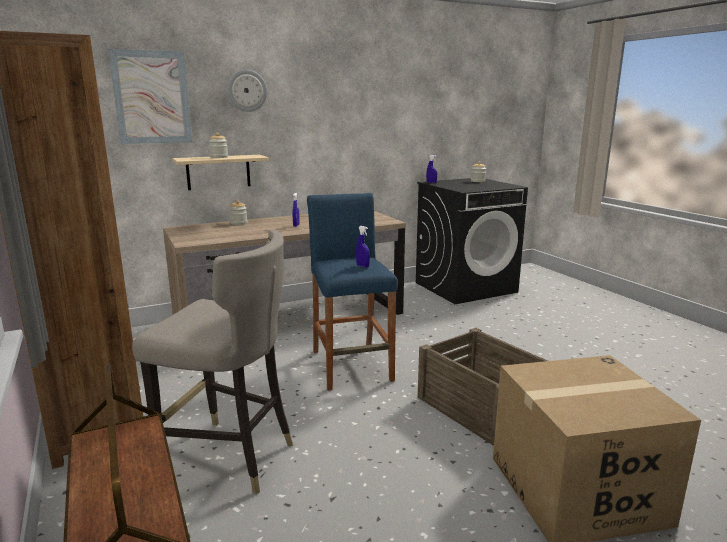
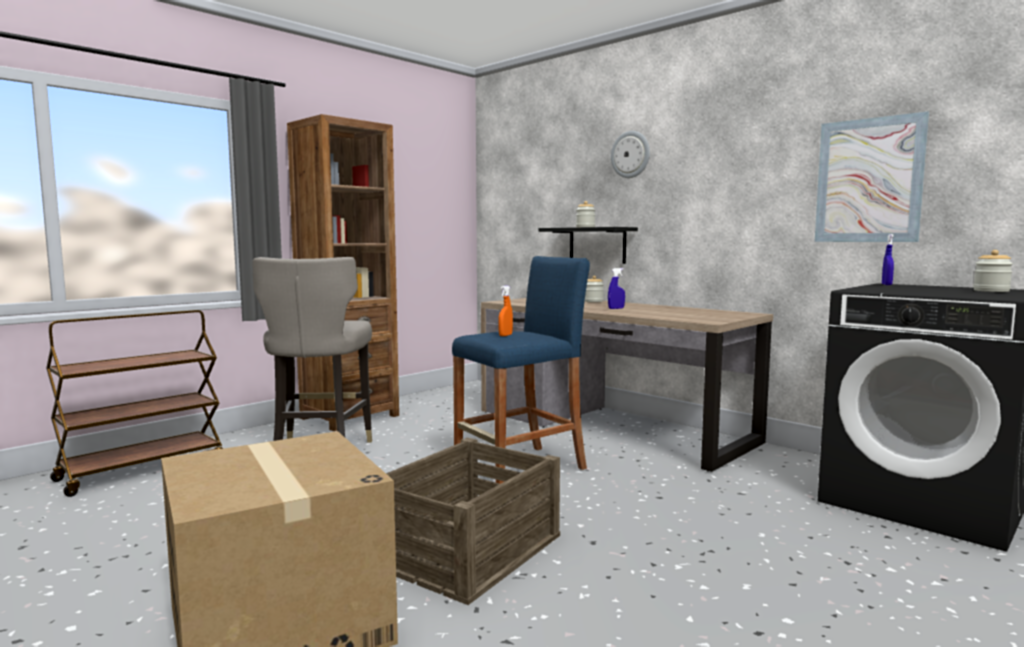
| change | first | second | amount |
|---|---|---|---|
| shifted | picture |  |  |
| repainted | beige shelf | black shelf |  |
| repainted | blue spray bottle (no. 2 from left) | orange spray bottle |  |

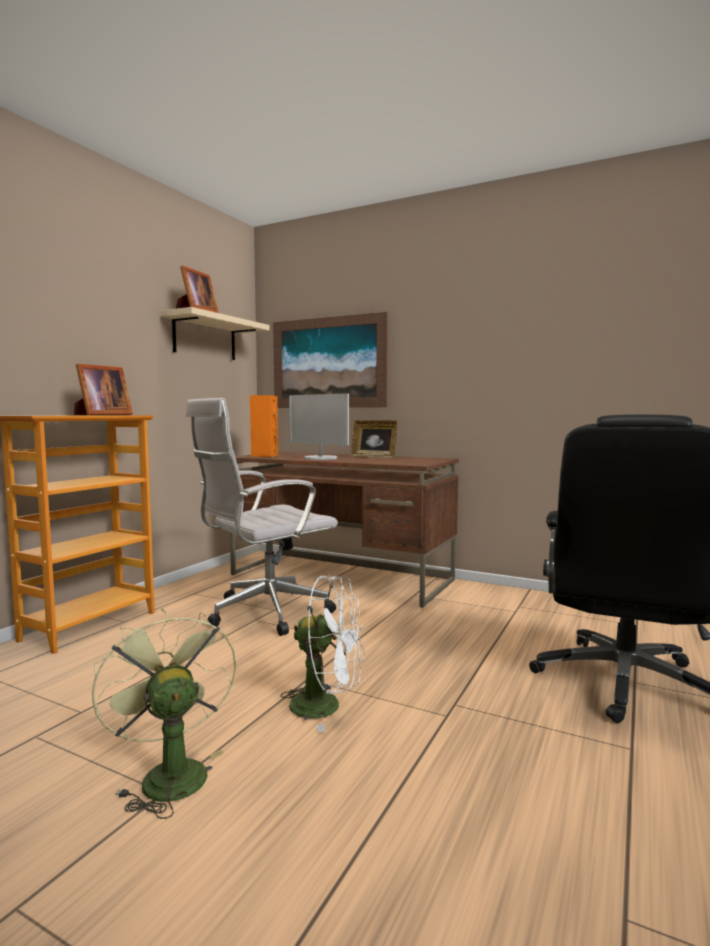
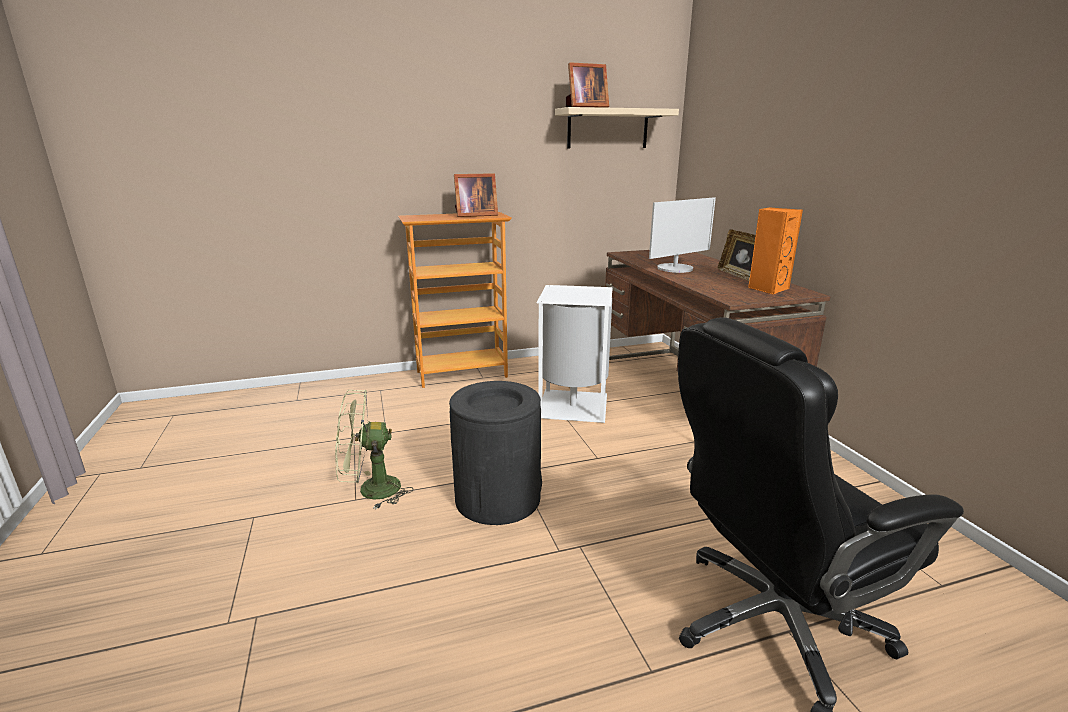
| change | first | second | amount |
|---|---|---|---|
| rotated | green fan |  | 120 degrees counterclockwise |
| swapped | white office chair | white trash can |  |
| shifted | orange speaker |  |  |
| gone | picture |  |  |
| swapped | white fan | black trash can |  |
| rotated | monitor |  | 120 degrees counterclockwise |

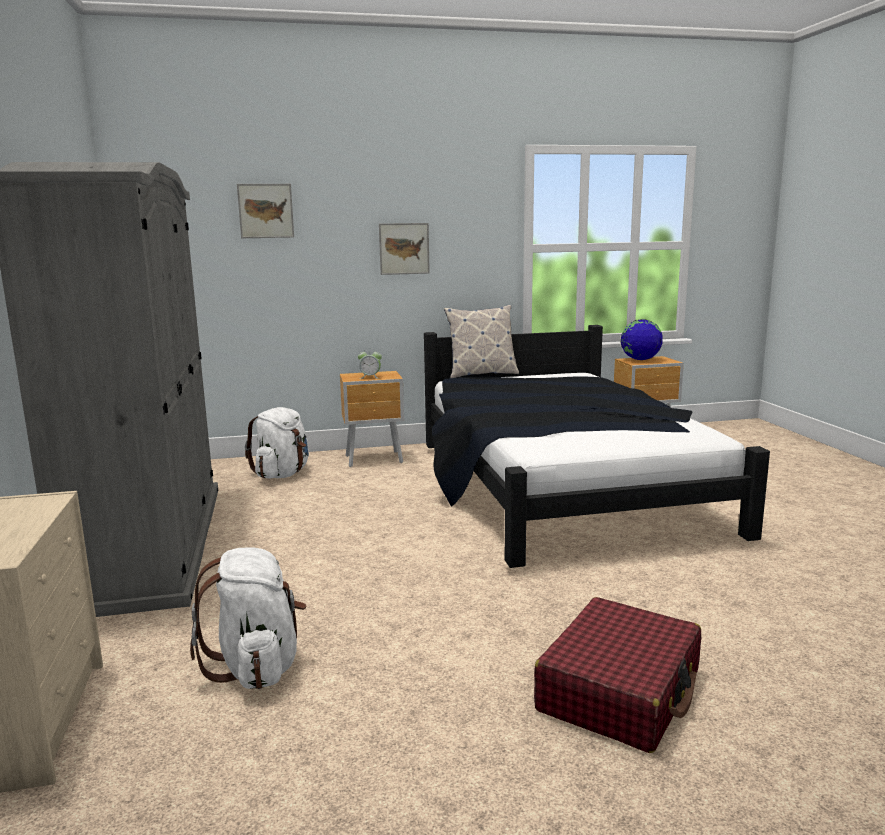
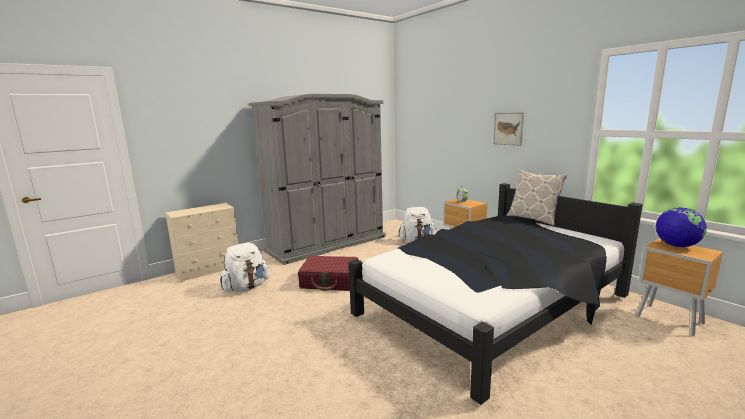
| change | first | second | amount |
|---|---|---|---|
| gone | picture (no. 1 from left) |  |  |
| shifted | red suitcase |  |  |

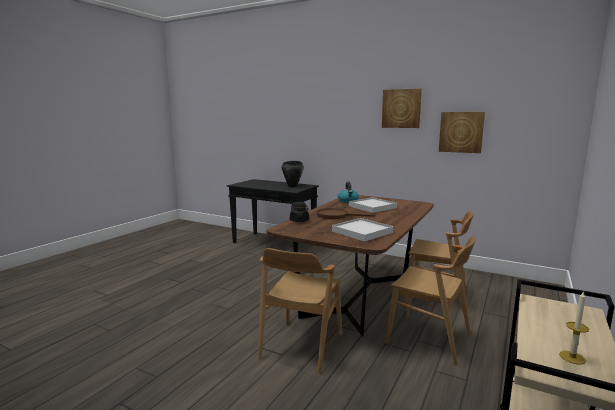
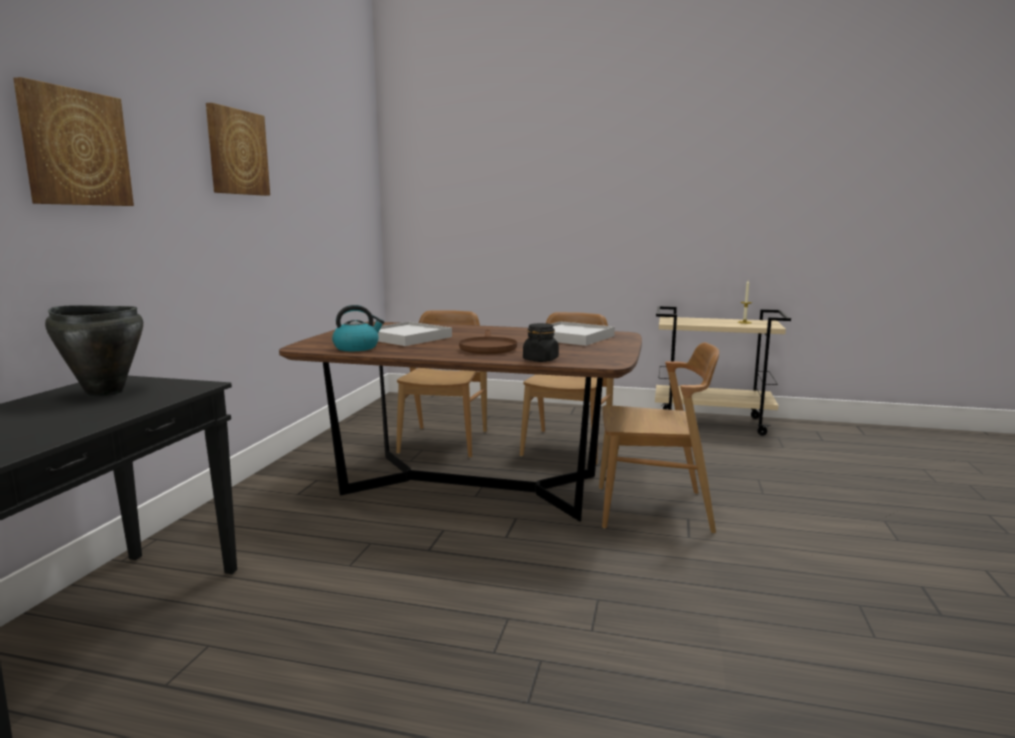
| change | first | second | amount |
|---|---|---|---|
| shifted | picture (no. 2 from left in the first image) | picture (no. 1 from left) |  |

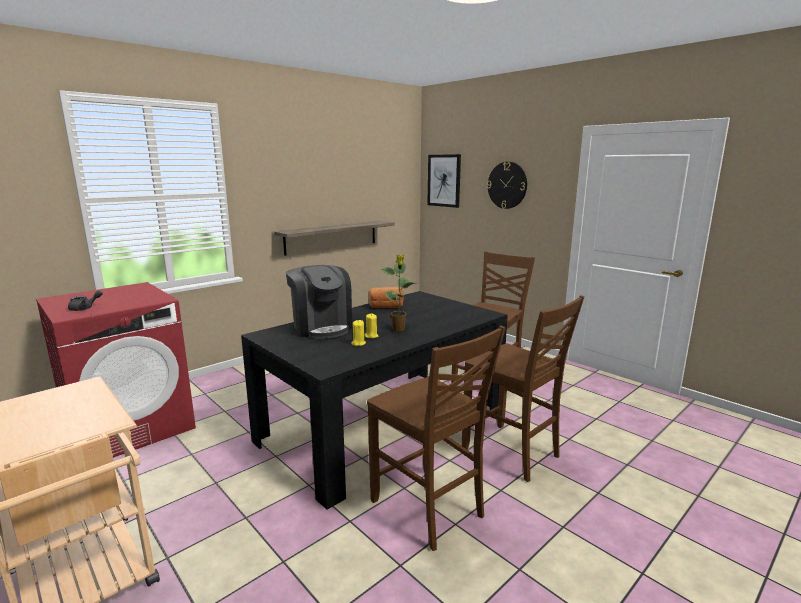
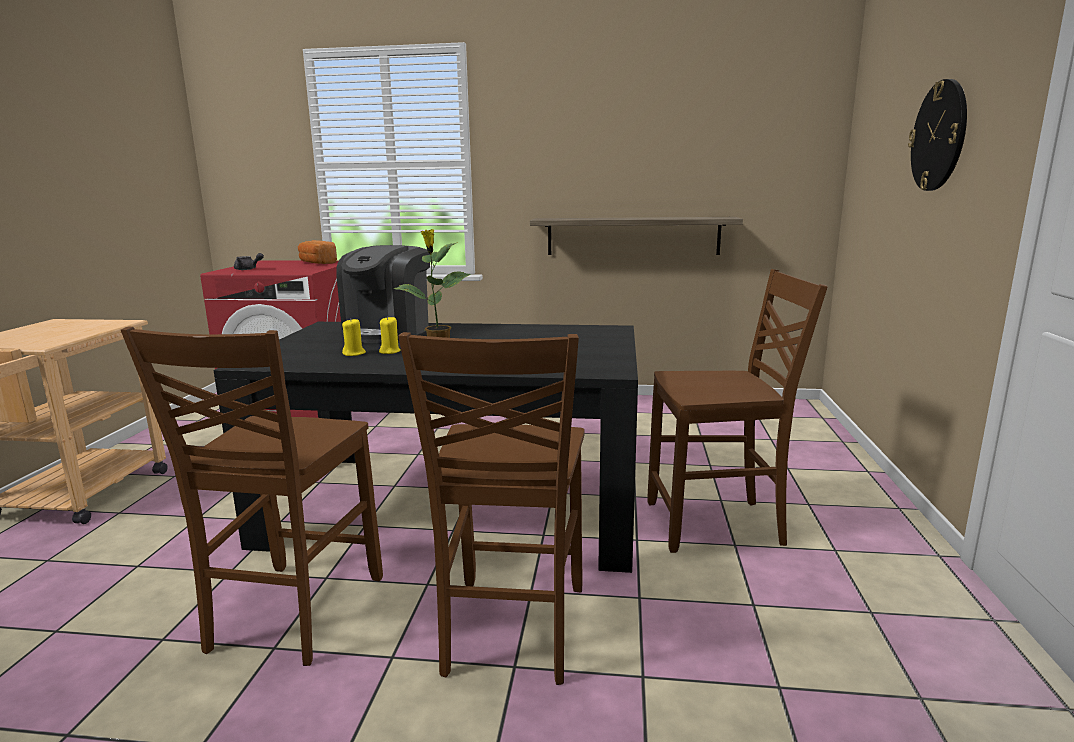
| change | first | second | amount |
|---|---|---|---|
| shifted | bread |  |  |
| gone | picture |  |  |

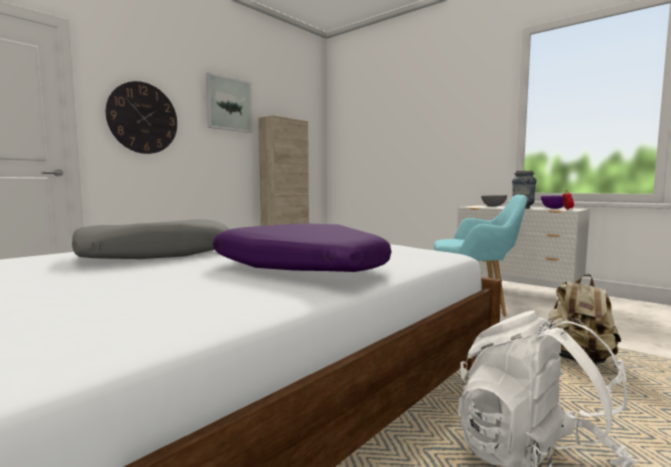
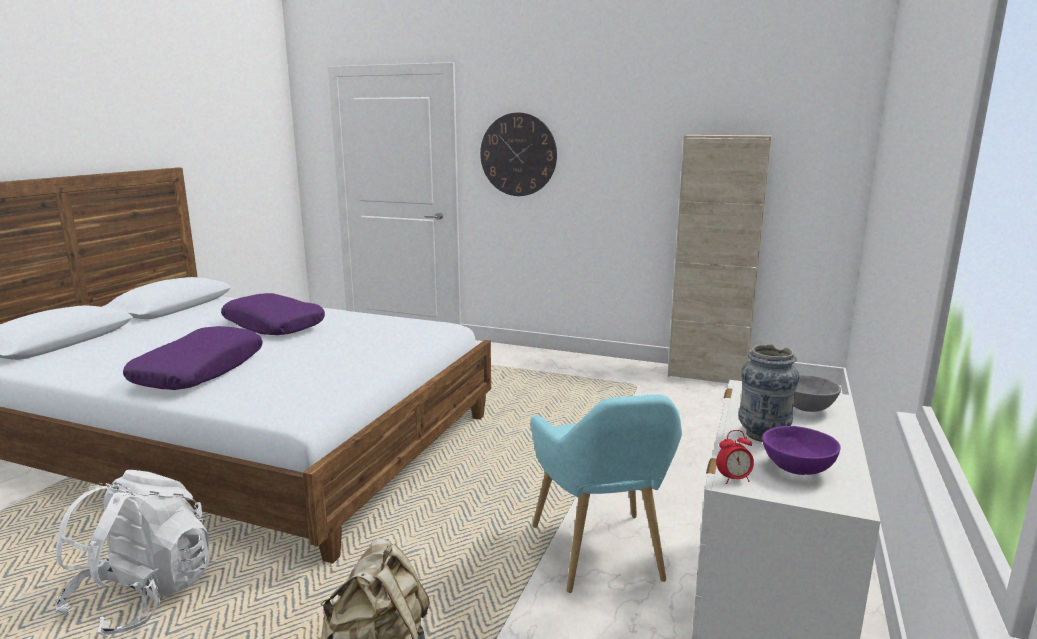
| change | first | second | amount |
|---|---|---|---|
| repainted | grey pillow | purple pillow (no. 2 from left) |  |
| gone | picture |  |  |

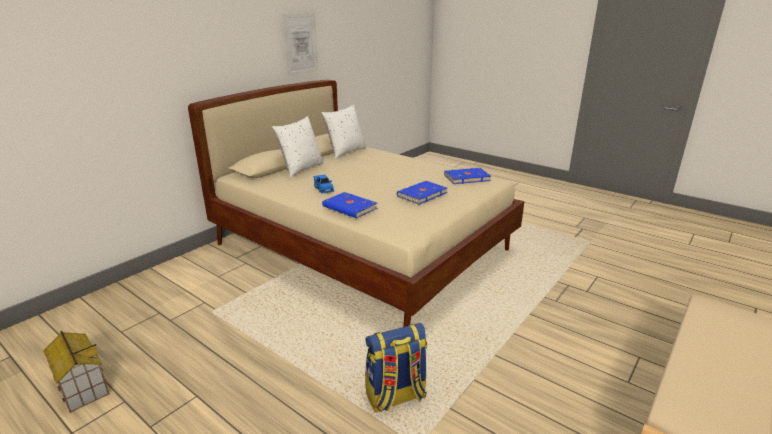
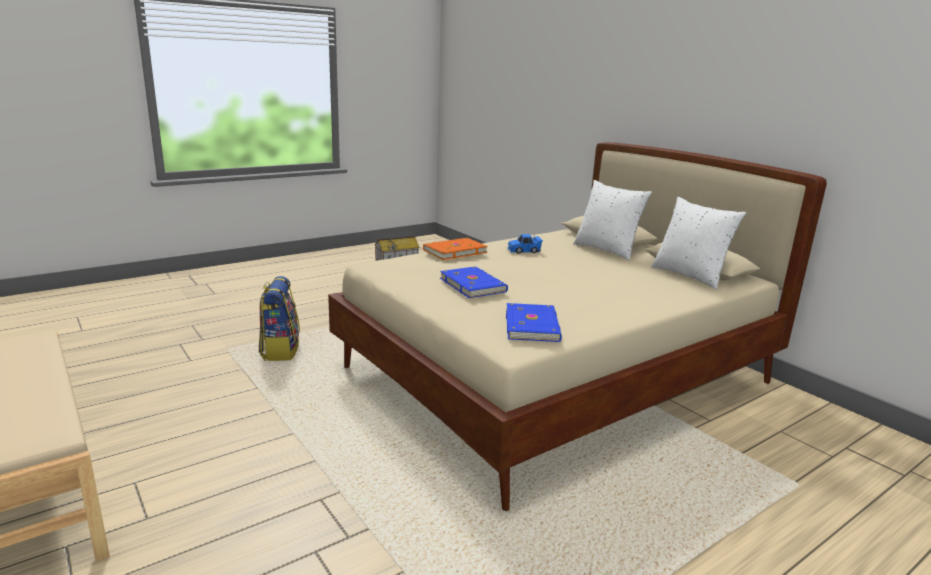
| change | first | second | amount |
|---|---|---|---|
| gone | picture |  |  |
| repainted | blue book (no. 1 from left) | orange book |  |

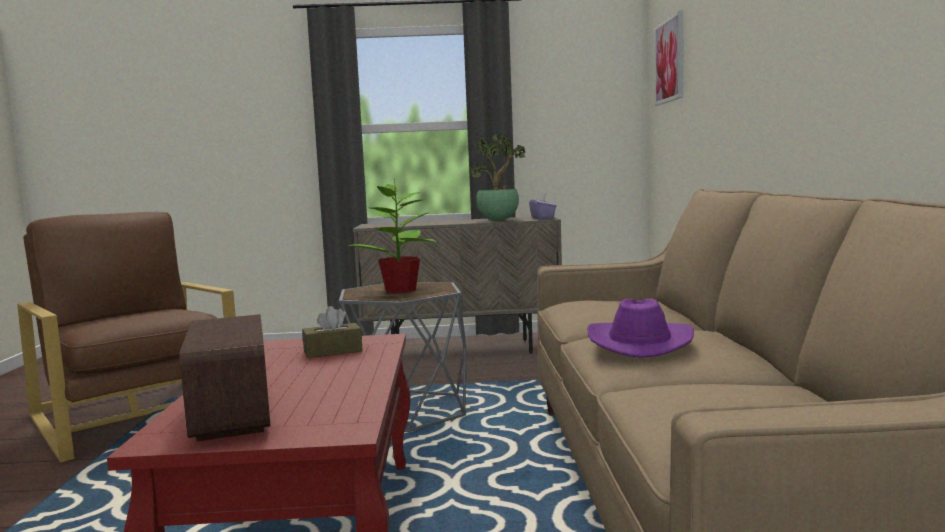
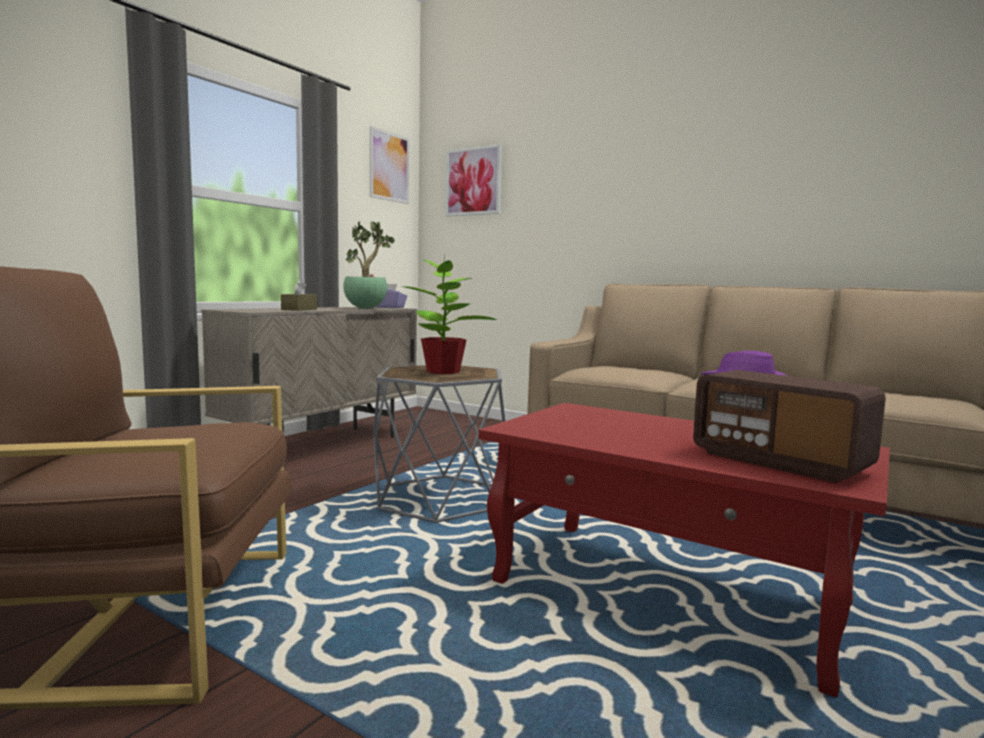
| change | first | second | amount |
|---|---|---|---|
| rotated | radio |  | 150 degrees counterclockwise |
| shifted | brown tissue box |  |  |
| new |  | picture (no. 1 from left) |  |

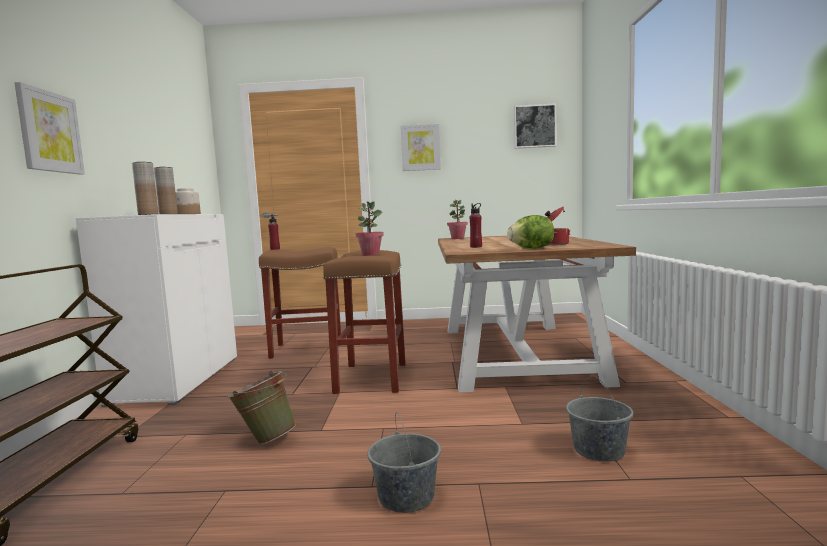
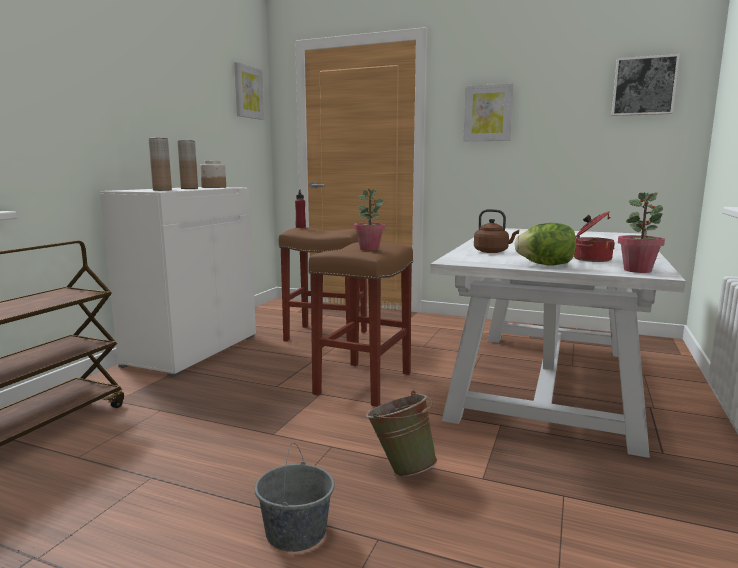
| change | first | second | amount |
|---|---|---|---|
| shifted | picture (no. 1 from left) |  |  |
| shifted | green bucket |  |  |
| repainted | brown dining table | white dining table |  |
| shifted | potted plant (no. 2 from left) |  |  |
| swapped | red bottle (no. 2 from left) | brown kettle |  |
| gone | grey bucket (no. 2 from left) |  |  |

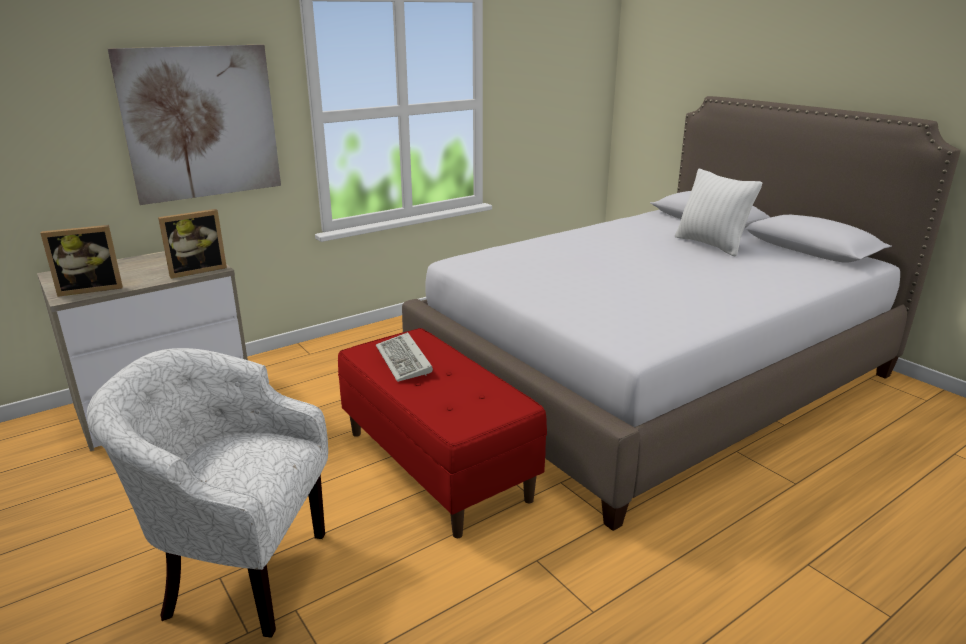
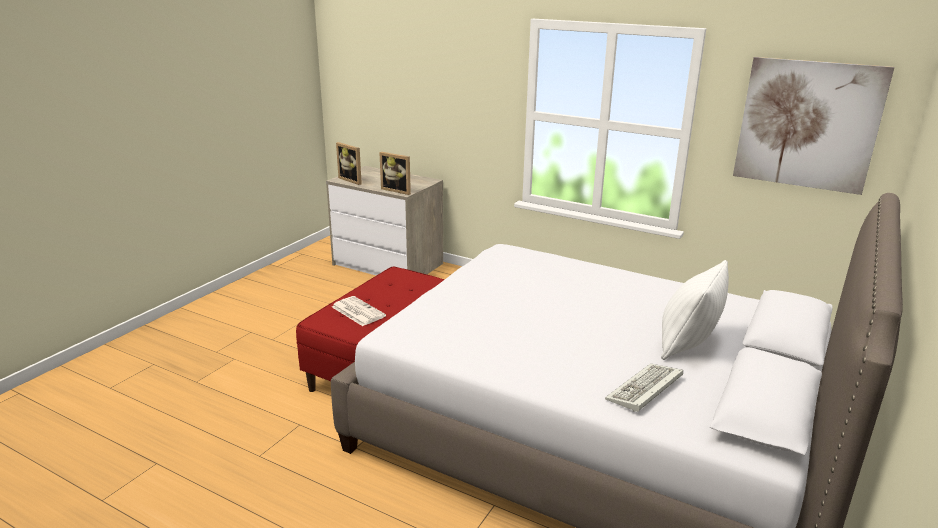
| change | first | second | amount |
|---|---|---|---|
| gone | white armchair |  |  |
| shifted | picture |  |  |
| shifted | keyboard |  |  |
| new |  | newspaper |  |

